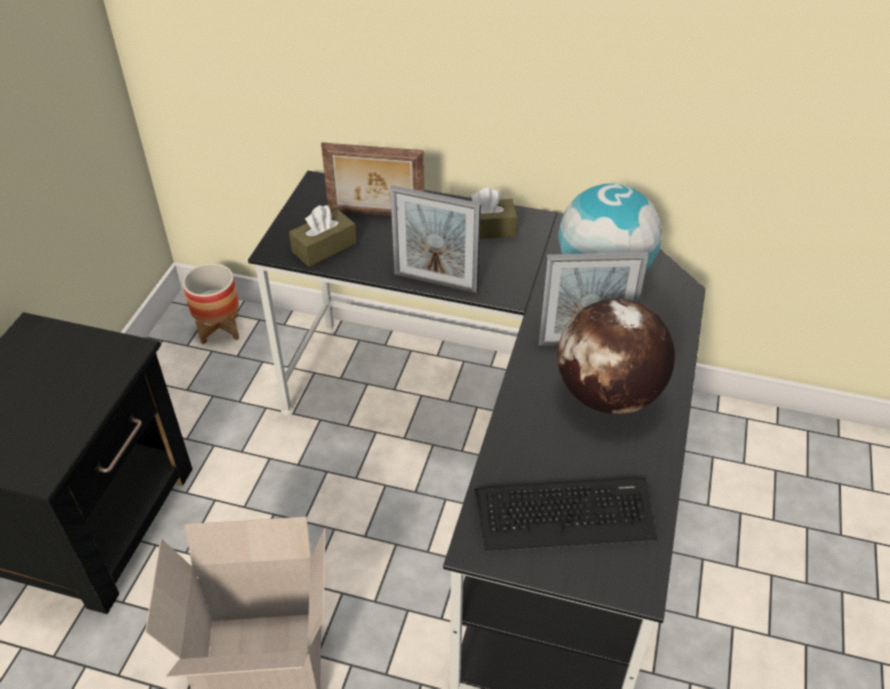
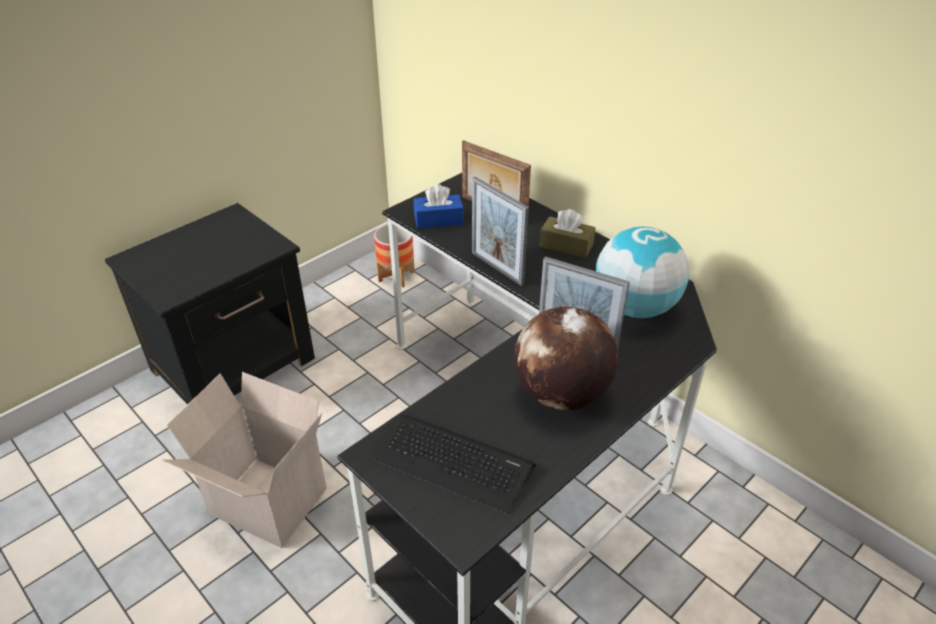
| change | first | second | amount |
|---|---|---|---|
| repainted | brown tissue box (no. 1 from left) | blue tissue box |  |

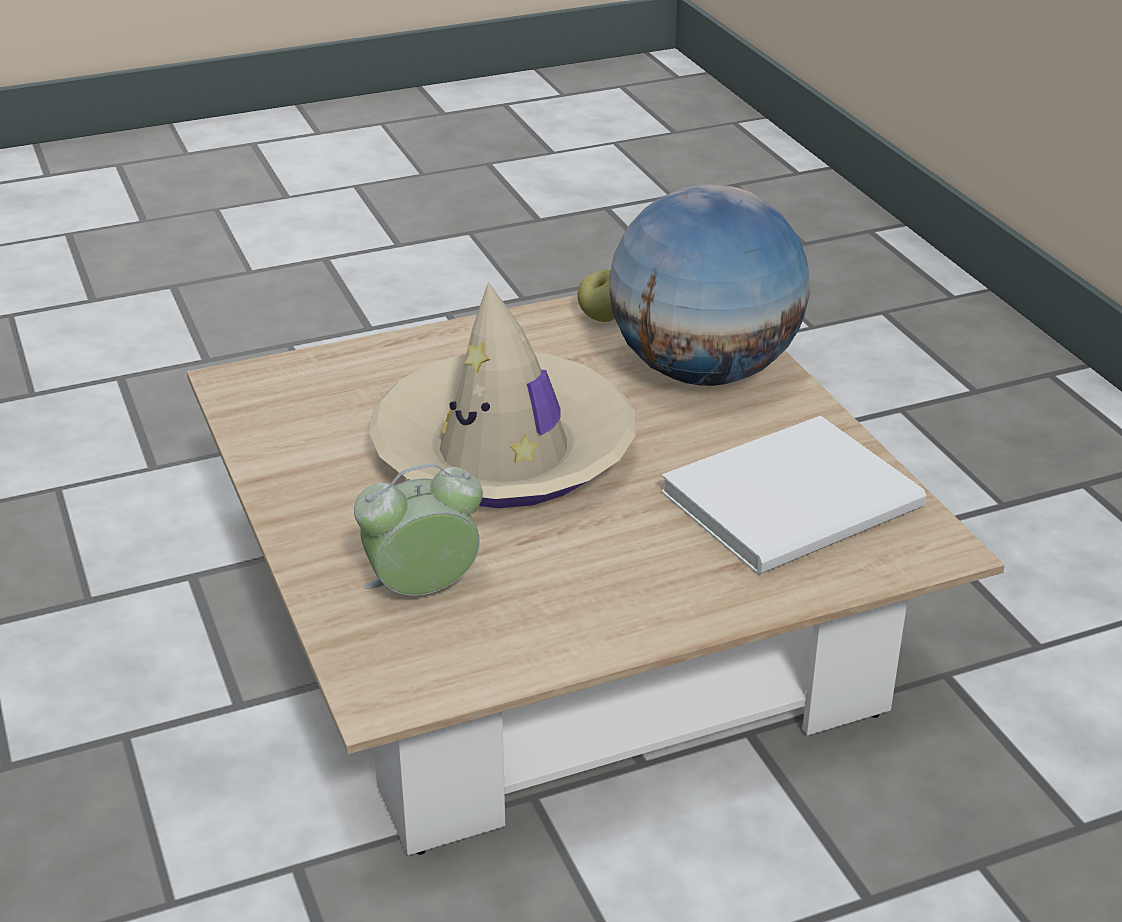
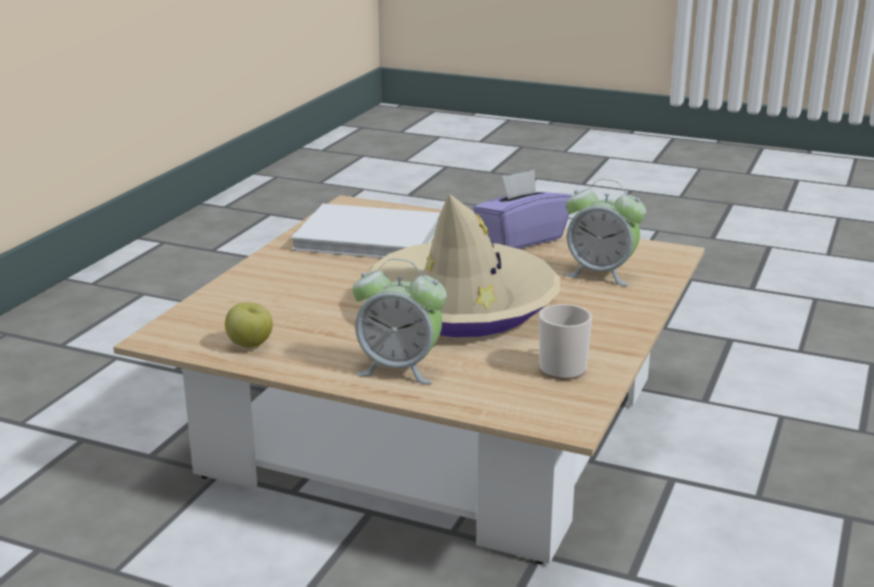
| change | first | second | amount |
|---|---|---|---|
| gone | globe |  |  |
| new |  | alarm clock (no. 1 from left) |  |
| new |  | purple tissue box |  |
| new |  | mug |  |

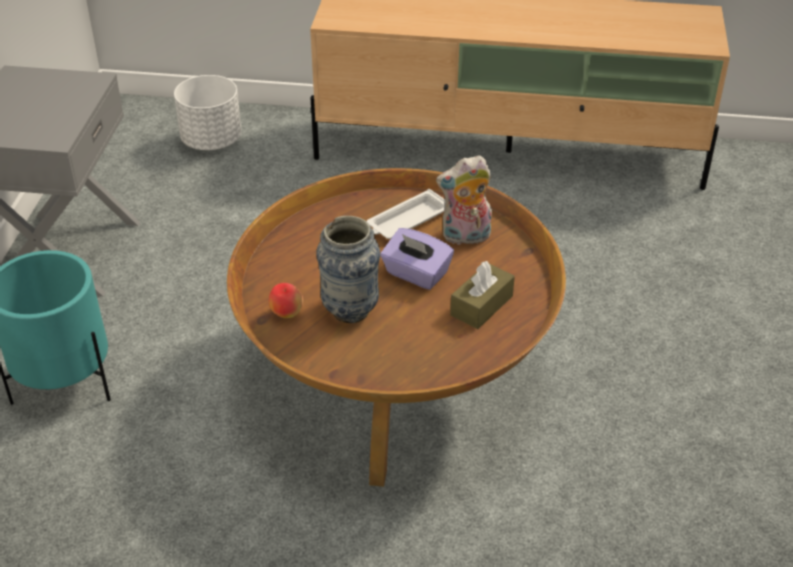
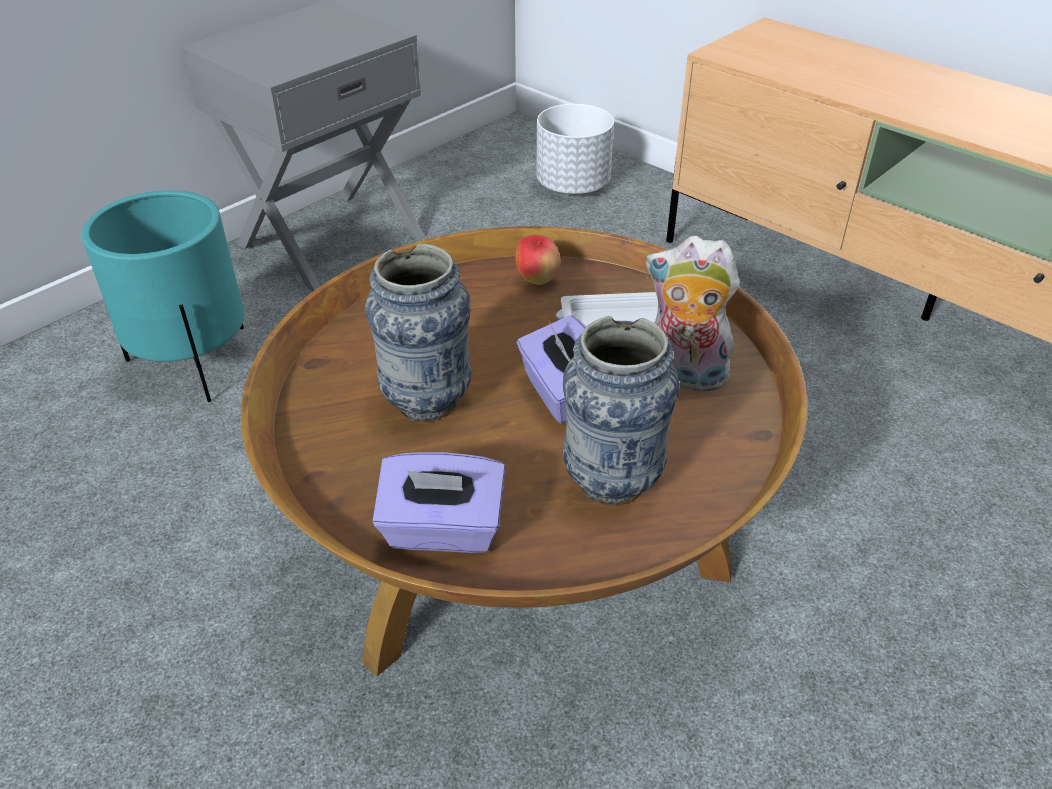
| change | first | second | amount |
|---|---|---|---|
| shifted | apple |  |  |
| swapped | brown tissue box | vase (no. 2 from left) |  |
| new |  | purple tissue box (no. 1 from left) |  |

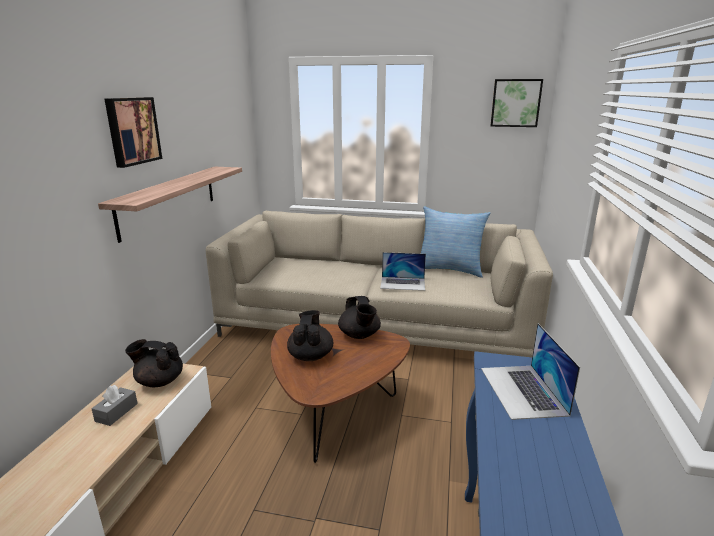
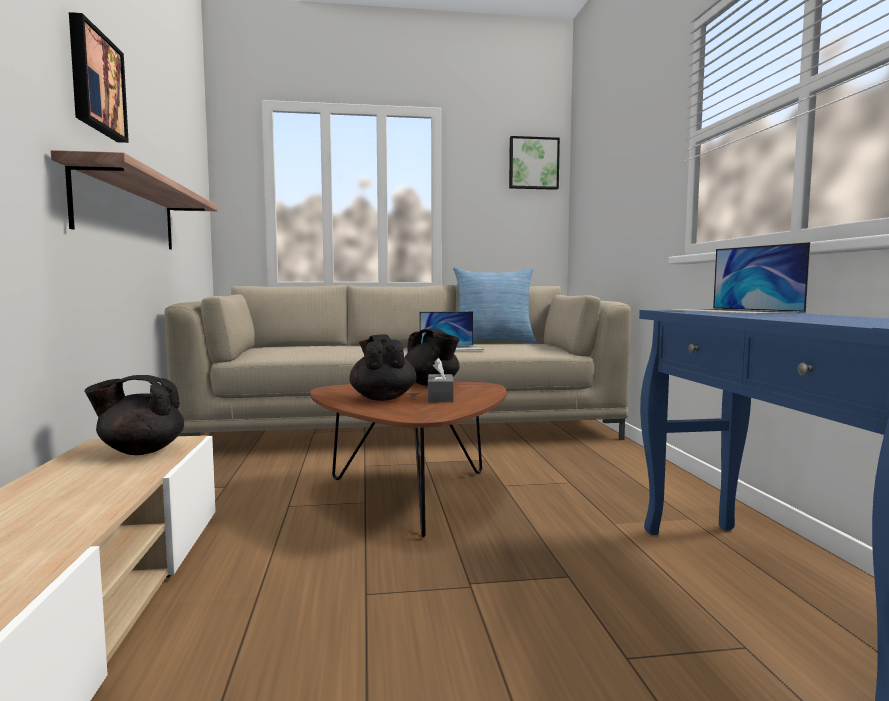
| change | first | second | amount |
|---|---|---|---|
| shifted | grey tissue box |  |  |

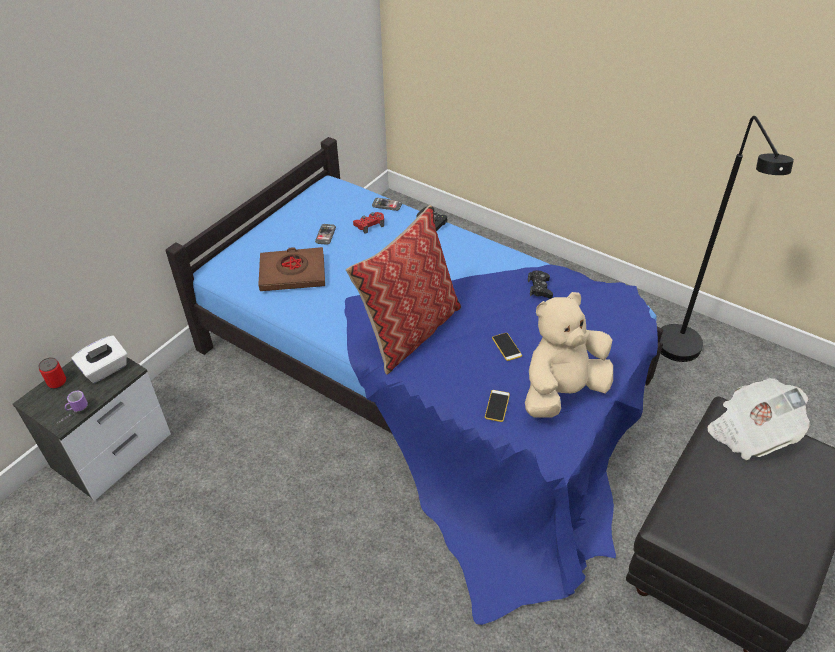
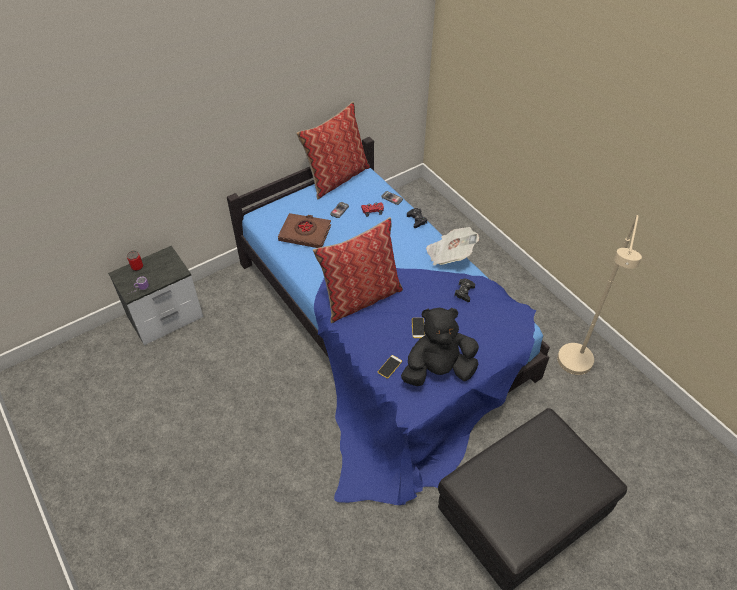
| change | first | second | amount |
|---|---|---|---|
| gone | white tissue box |  |  |
| repainted | beige plush toy | black plush toy |  |
| repainted | black floor lamp | beige floor lamp |  |
| shifted | newspaper |  |  |
| new |  | pillow (no. 1 from left) |  |

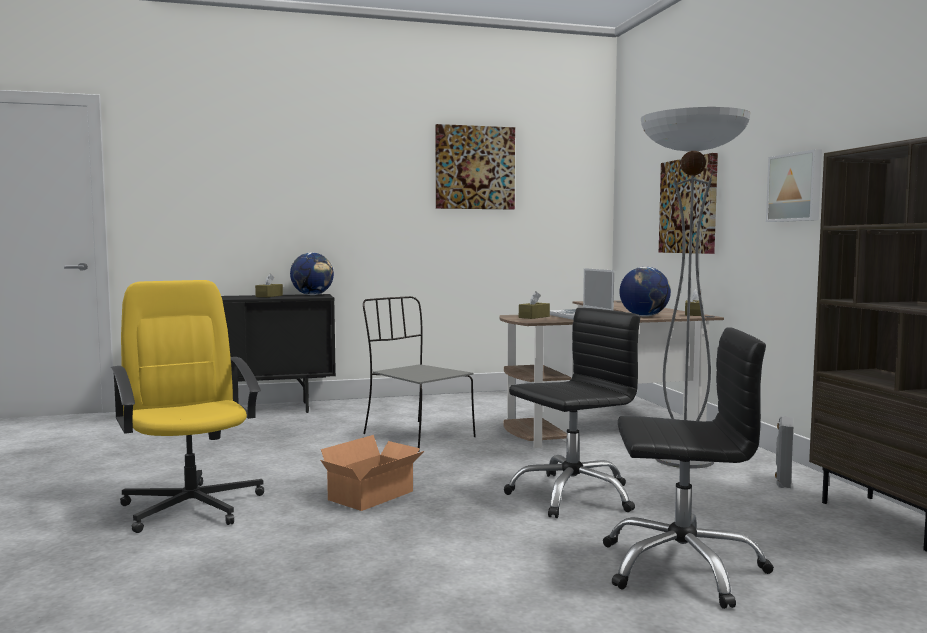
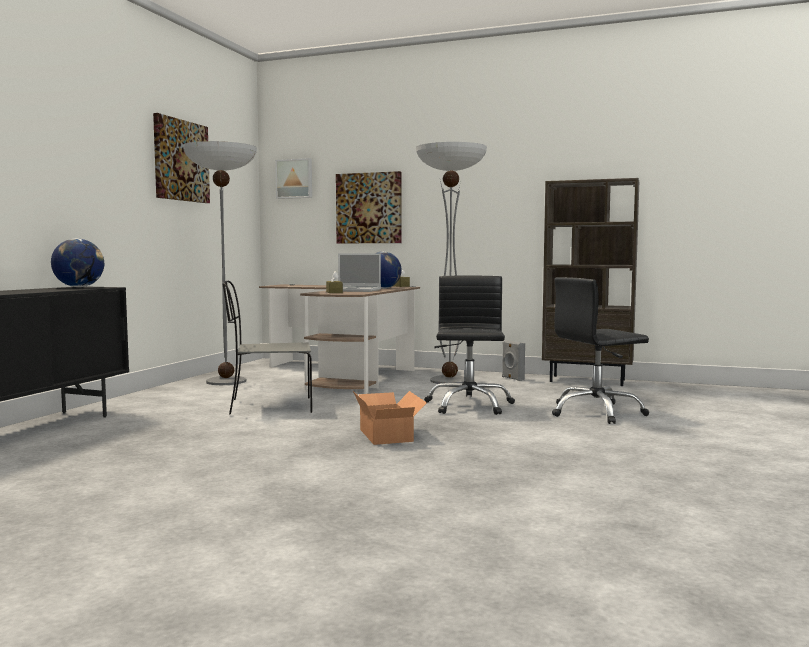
| change | first | second | amount |
|---|---|---|---|
| gone | yellow office chair |  |  |
| gone | brown tissue box (no. 1 from left) |  |  |
| rotated | black office chair (no. 2 from left) |  | 150 degrees counterclockwise |
| shifted | picture (no. 3 from left in the first image) | picture (no. 2 from left) |  |
| new |  | floor lamp (no. 1 from left) |  |

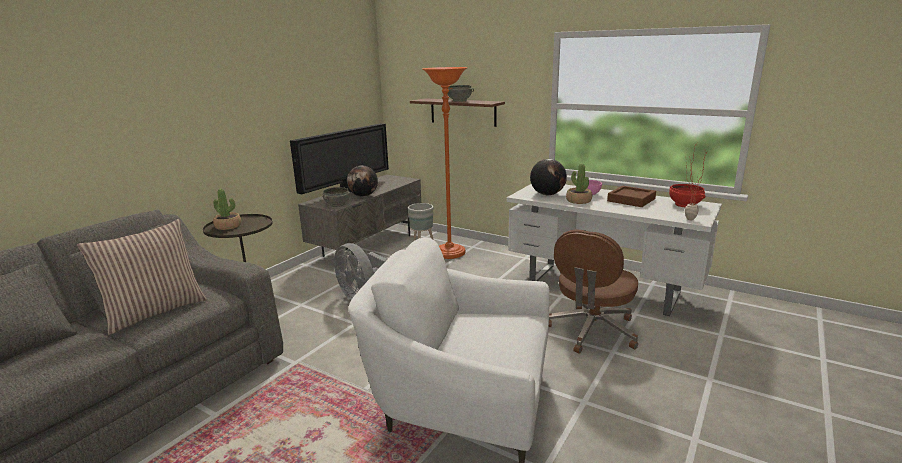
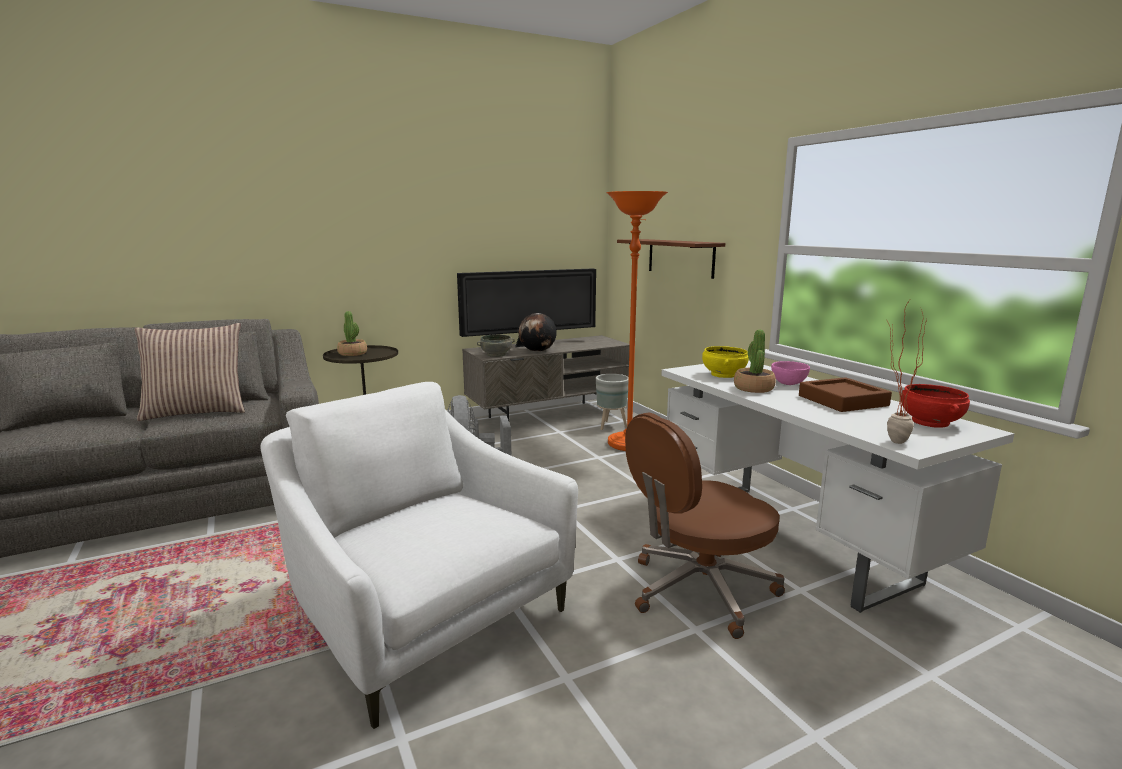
| change | first | second | amount |
|---|---|---|---|
| gone | grey bowl (no. 2 from left) |  |  |
| swapped | globe (no. 2 from left) | yellow bowl |  |

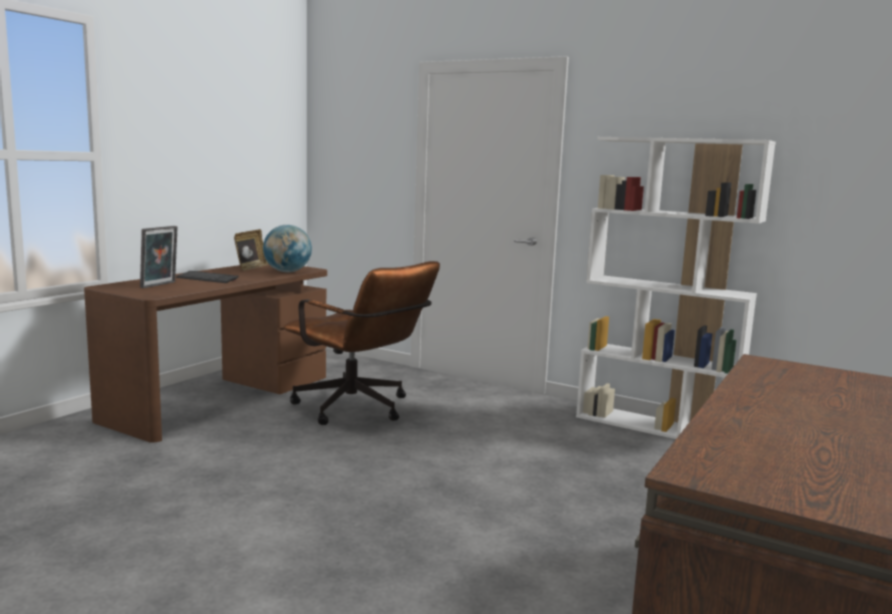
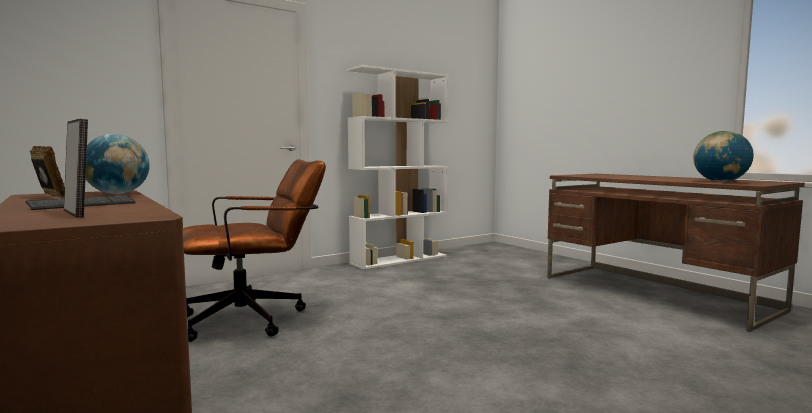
| change | first | second | amount |
|---|---|---|---|
| new |  | globe (no. 2 from left) |  |

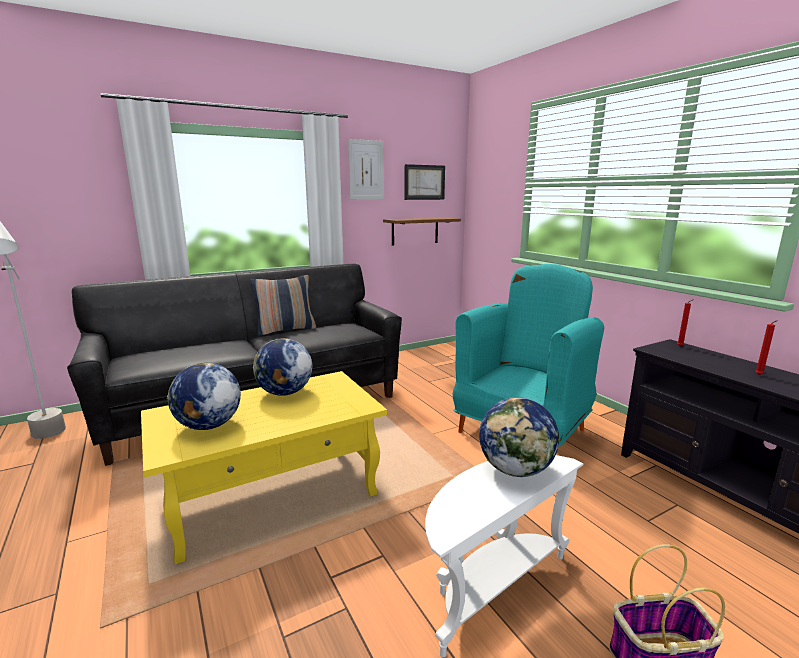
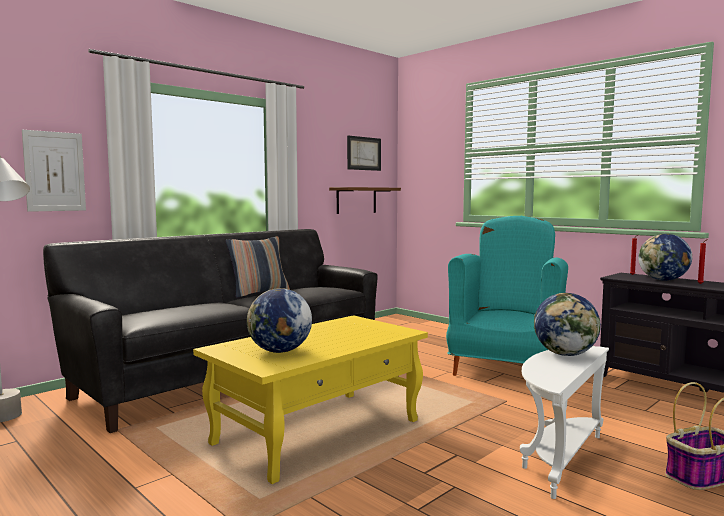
| change | first | second | amount |
|---|---|---|---|
| shifted | globe (no. 2 from left in the first image) | globe (no. 3 from left) |  |
| shifted | picture (no. 1 from left) |  |  |

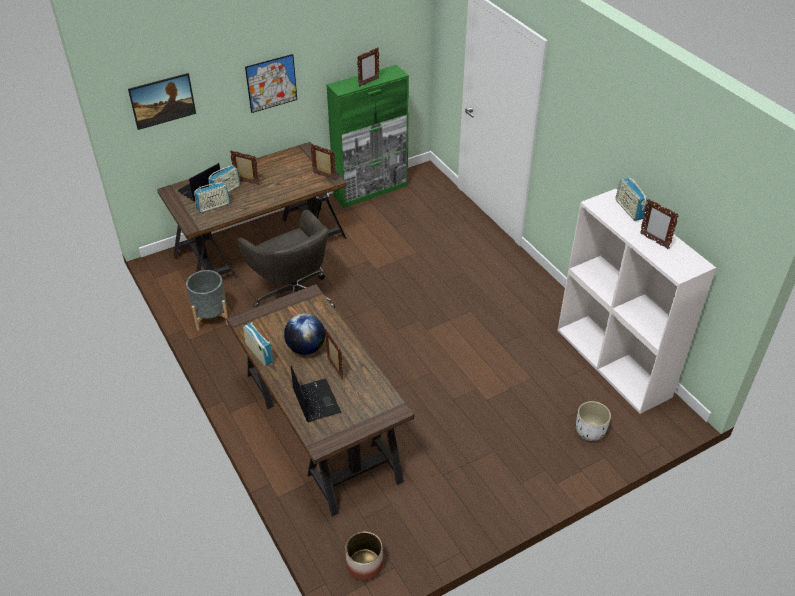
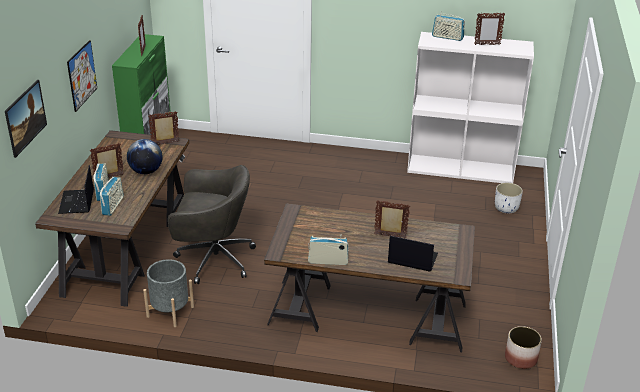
| change | first | second | amount |
|---|---|---|---|
| shifted | globe |  |  |

